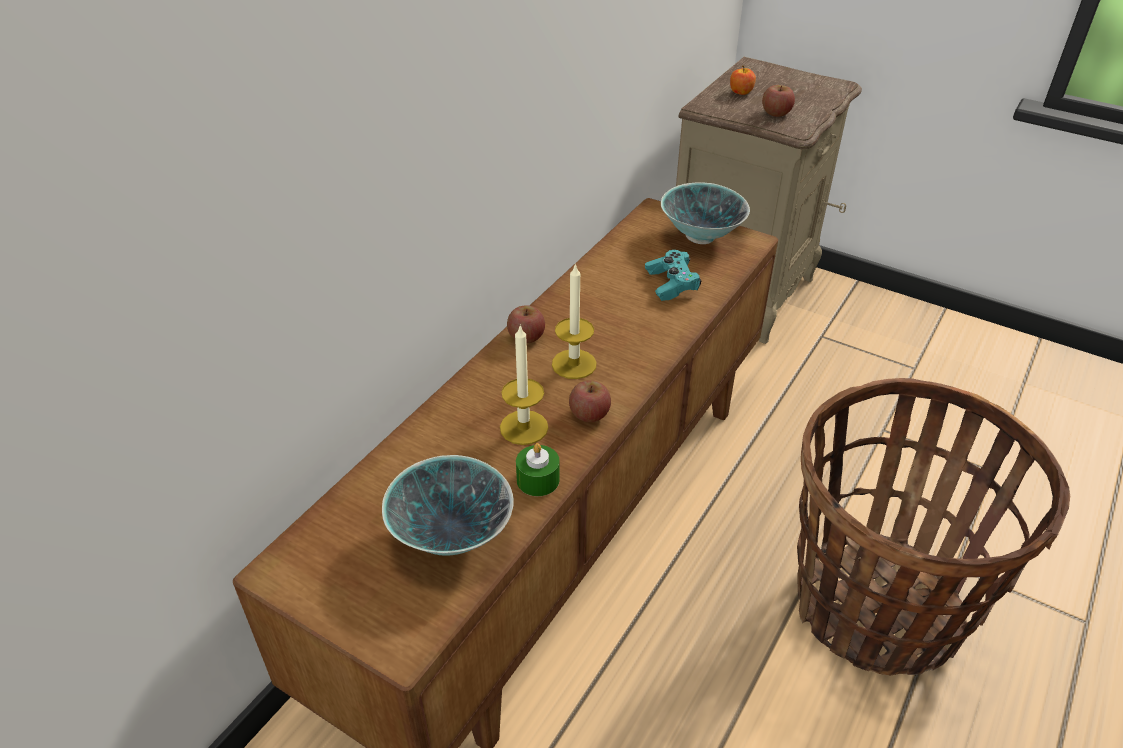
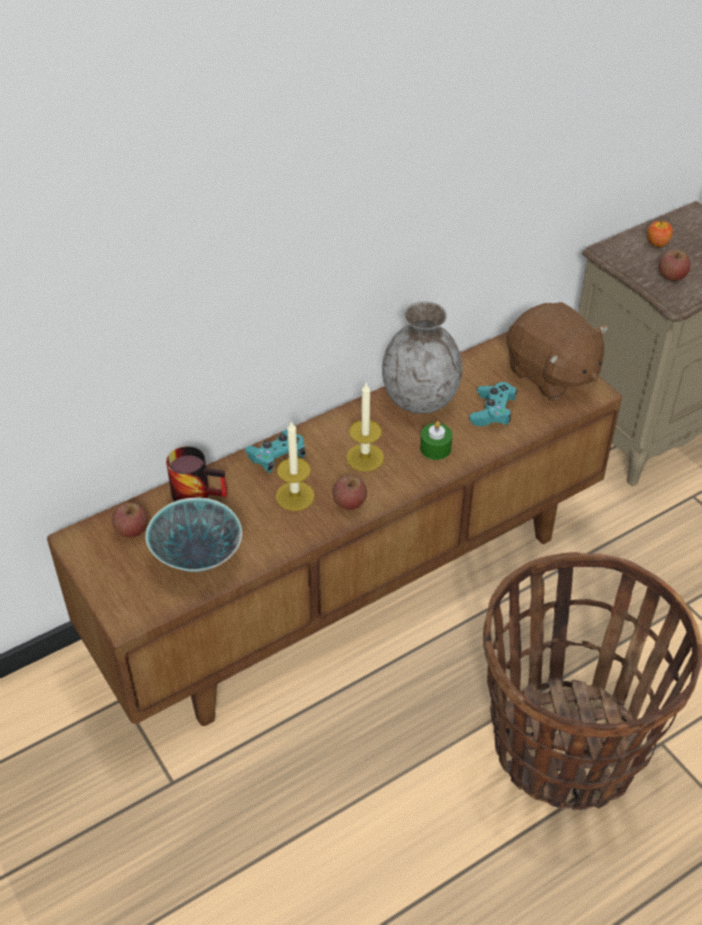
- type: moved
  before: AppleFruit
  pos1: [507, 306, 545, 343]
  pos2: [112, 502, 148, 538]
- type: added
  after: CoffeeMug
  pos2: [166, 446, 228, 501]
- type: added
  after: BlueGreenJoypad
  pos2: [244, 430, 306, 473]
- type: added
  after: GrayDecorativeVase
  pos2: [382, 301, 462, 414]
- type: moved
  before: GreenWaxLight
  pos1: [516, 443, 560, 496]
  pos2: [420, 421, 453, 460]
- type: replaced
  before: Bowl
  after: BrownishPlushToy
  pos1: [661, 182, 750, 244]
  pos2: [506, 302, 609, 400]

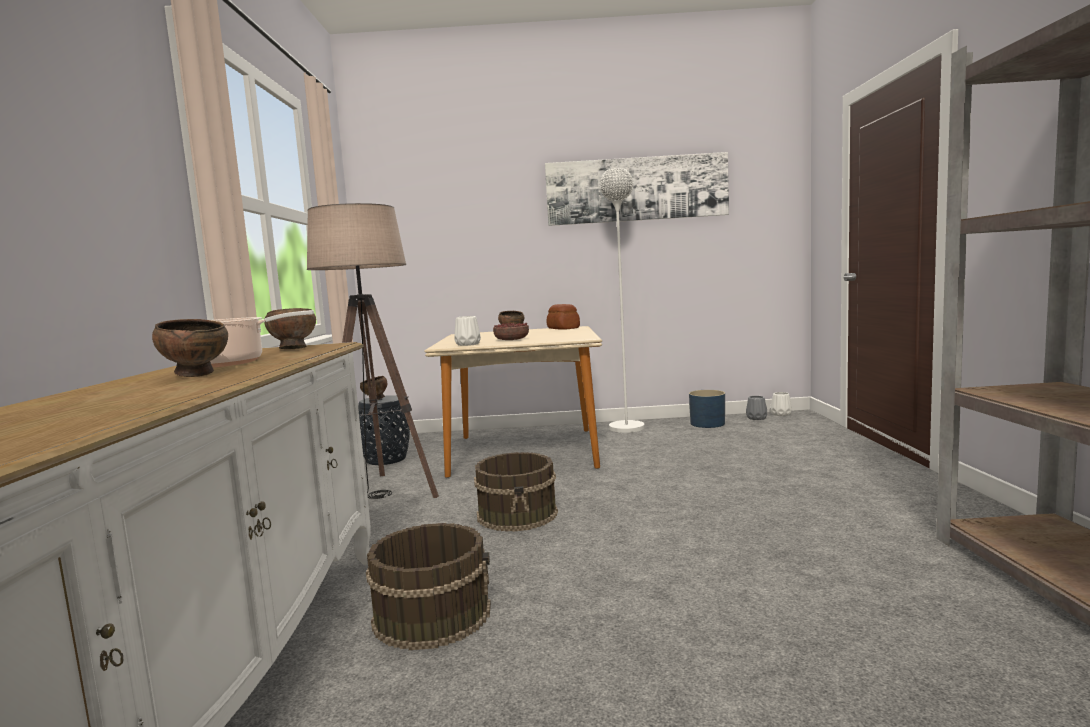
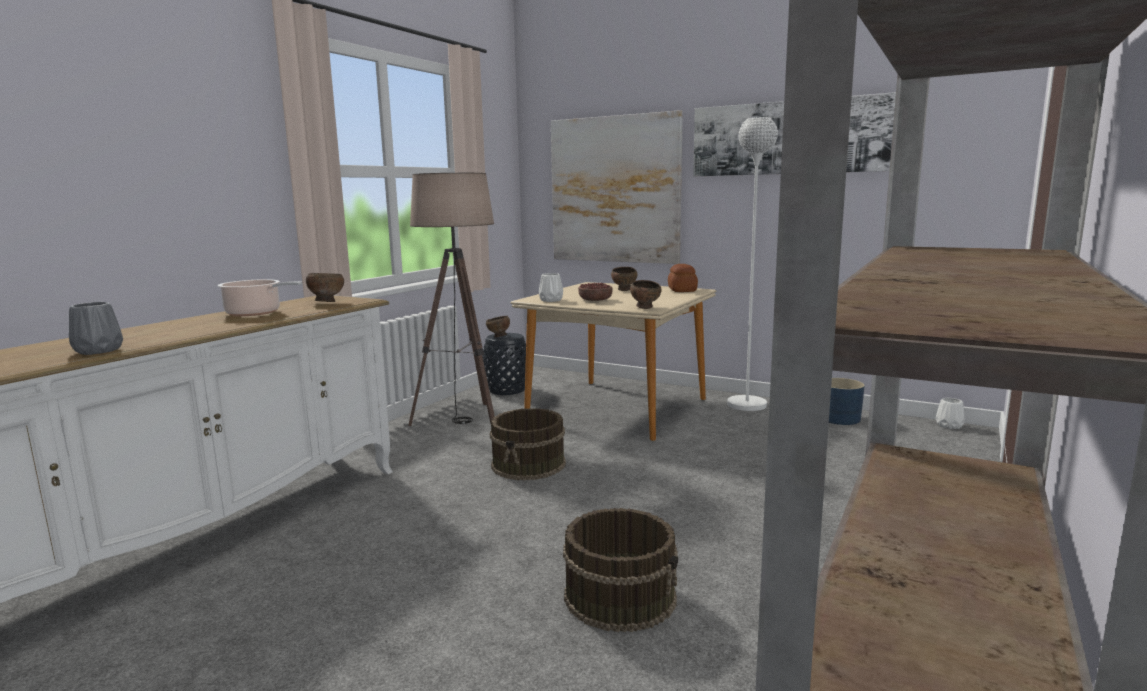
- type: moved
  before: GrayDecorativeVase
  pos1: [746, 396, 767, 420]
  pos2: [69, 302, 123, 355]
- type: added
  after: Picture
  pos2: [551, 110, 683, 264]
- type: moved
  before: BrownishPail
  pos1: [366, 523, 491, 650]
  pos2: [563, 508, 678, 632]
- type: moved
  before: BrownishBowl
  pos1: [152, 319, 228, 377]
  pos2: [630, 280, 662, 309]

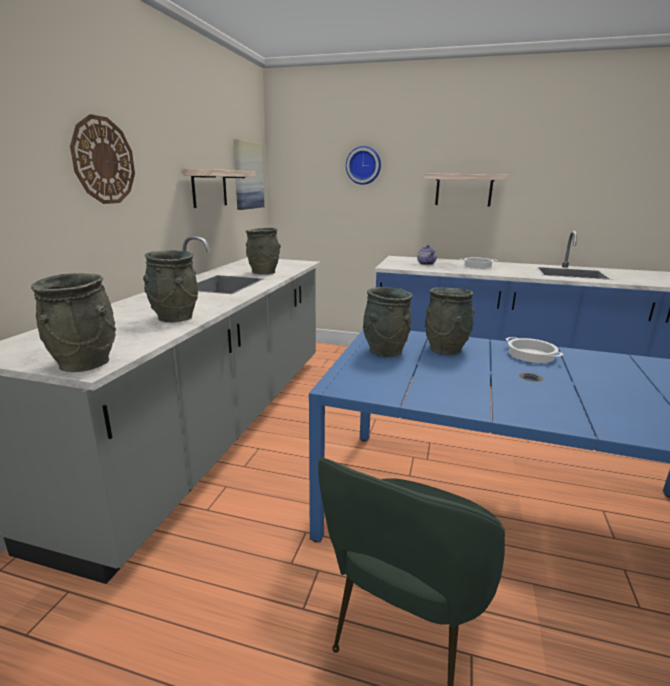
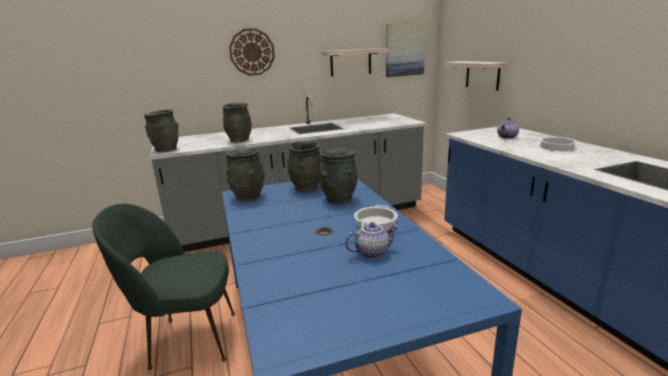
- type: moved
  before: GrayDecorativeVase
  pos1: [246, 228, 281, 275]
  pos2: [225, 149, 265, 201]
- type: added
  after: TeaPot
  pos2: [345, 222, 398, 259]
- type: moved
  before: Shelf
  pos1: [424, 173, 508, 207]
  pos2: [444, 61, 509, 91]
- type: removed
  before: HangingClock
  pos1: [346, 146, 381, 185]

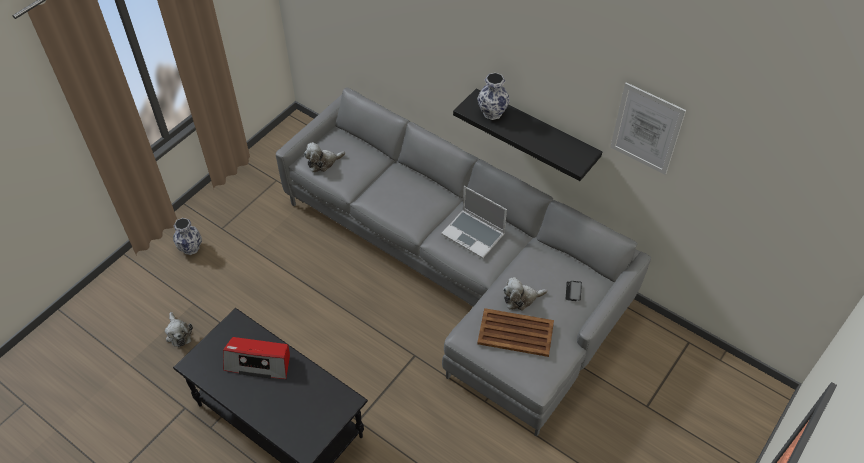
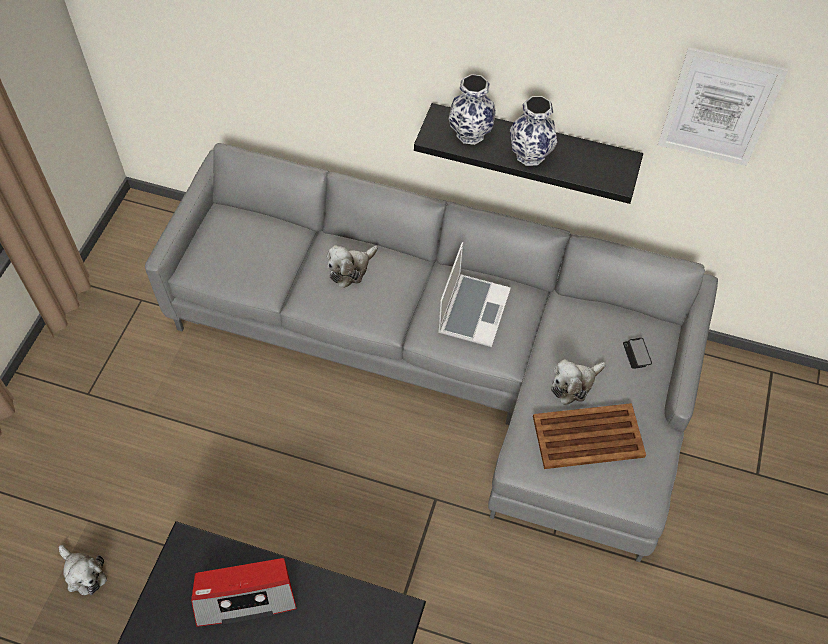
- type: moved
  before: PlushToy
  pos1: [304, 142, 345, 172]
  pos2: [327, 245, 378, 288]
- type: turned
  before: NotebookComputer
  pos1: [441, 186, 507, 259]
  pos2: [438, 242, 511, 347]
  turn: -90
- type: moved
  before: DecorativeVase
  pos1: [173, 218, 202, 255]
  pos2: [510, 96, 557, 166]

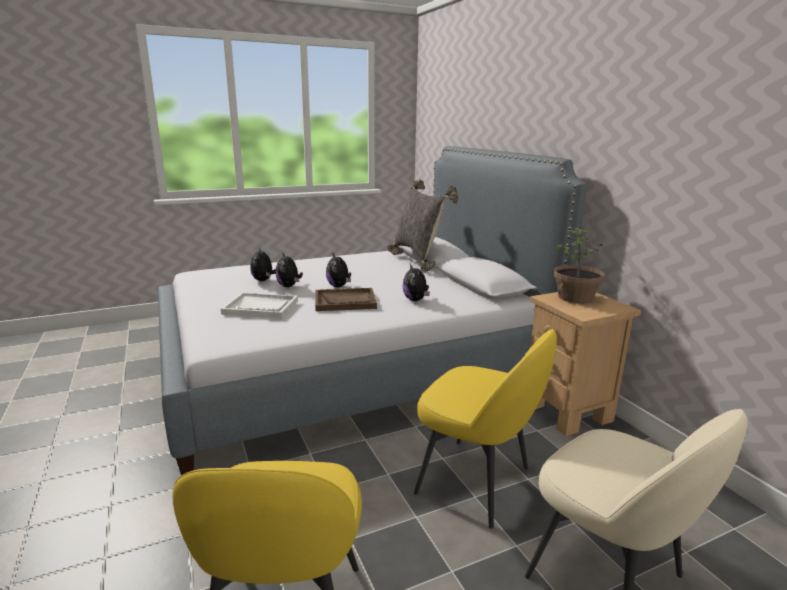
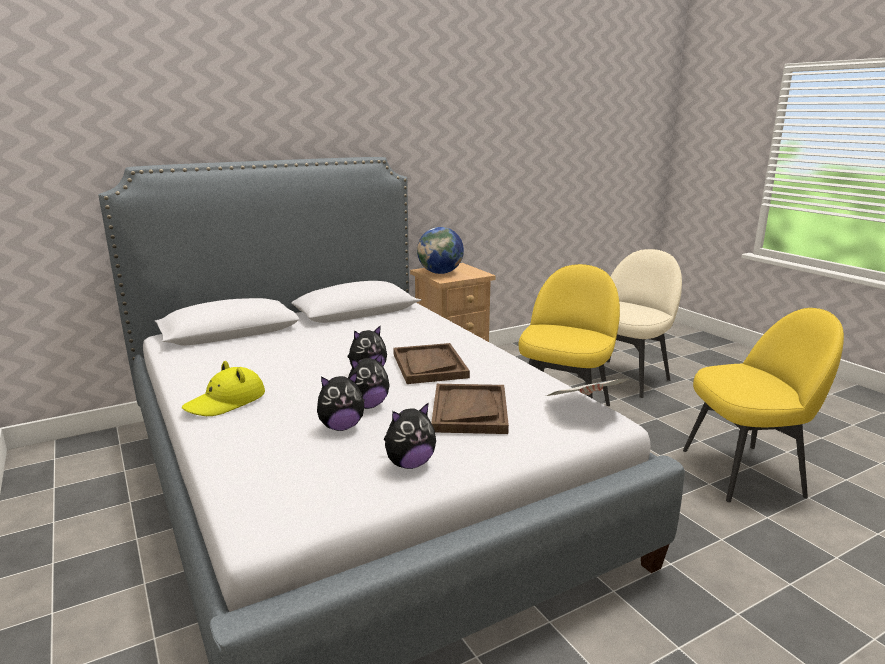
- type: added
  after: YellowColouredWearableHat
  pos2: [182, 361, 265, 416]
- type: moved
  before: PlushToy
  pos1: [403, 264, 430, 301]
  pos2: [384, 402, 436, 469]
- type: replaced
  before: Houseplant
  after: Globe
  pos1: [554, 228, 605, 303]
  pos2: [417, 227, 464, 274]
- type: recoloured
  before: WhiteCarryingTray
  after: BrownishCarryingTray
  pos1: [221, 292, 298, 319]
  pos2: [431, 384, 509, 434]
- type: added
  after: DailyPaper
  pos2: [548, 379, 628, 396]
- type: removed
  before: ThrowPillow
  pos1: [388, 179, 459, 273]

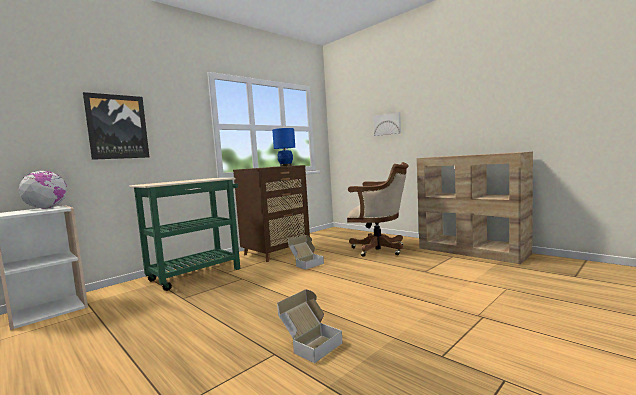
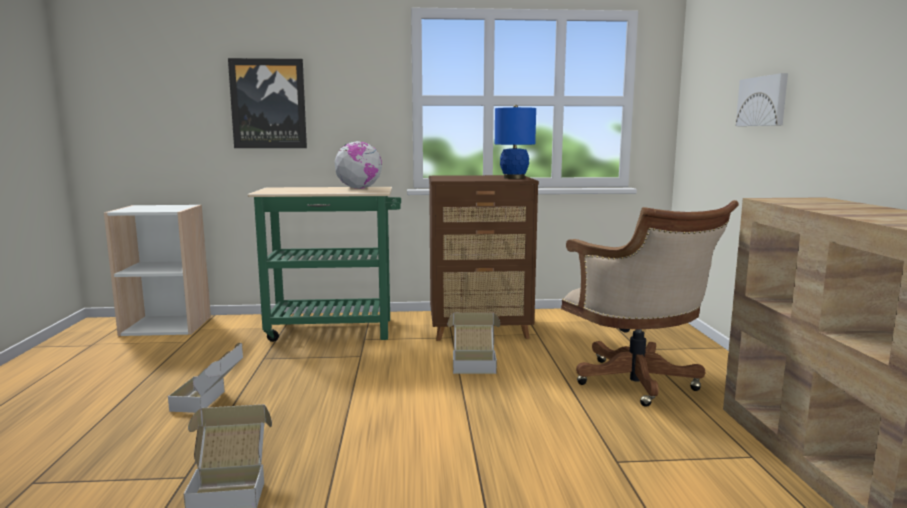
- type: added
  after: Carton
  pos2: [168, 343, 243, 413]
- type: moved
  before: Globe
  pos1: [19, 171, 67, 208]
  pos2: [334, 141, 382, 189]

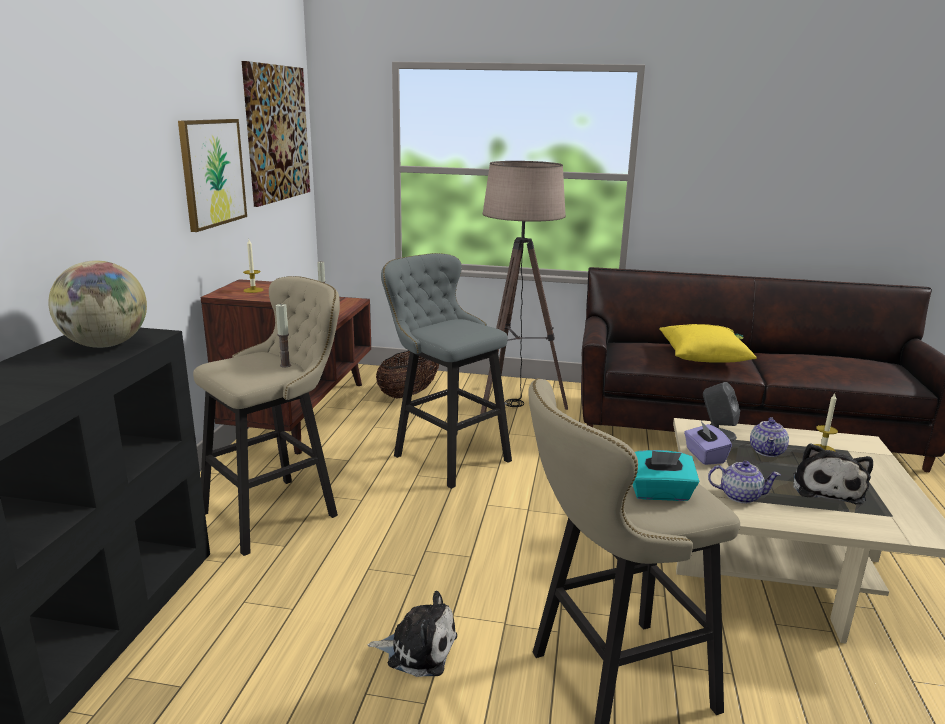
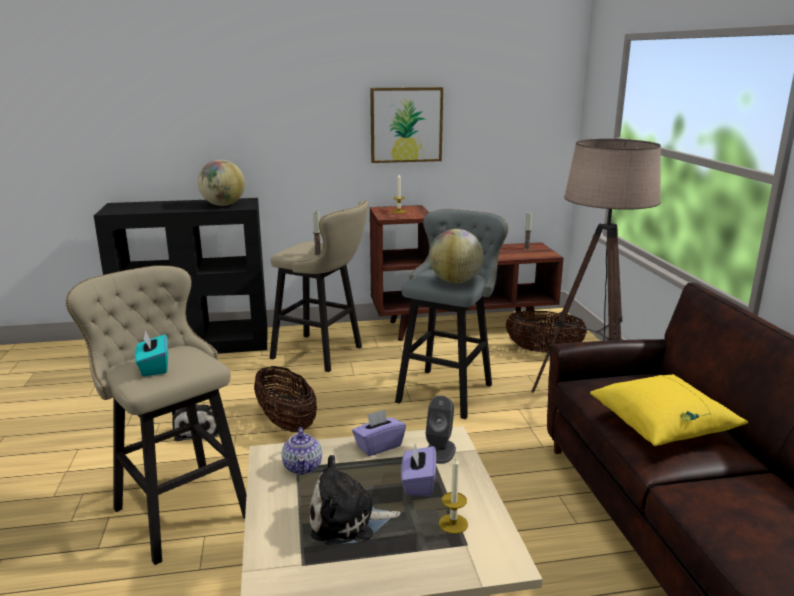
- type: added
  after: Basket
  pos2: [254, 366, 317, 432]
- type: replaced
  before: TeaPot
  after: PurpleTissueBox
  pos1: [750, 417, 789, 457]
  pos2: [401, 444, 436, 496]
- type: added
  after: Globe
  pos2: [429, 229, 484, 283]
- type: removed
  before: Picture
  pos1: [242, 61, 310, 207]

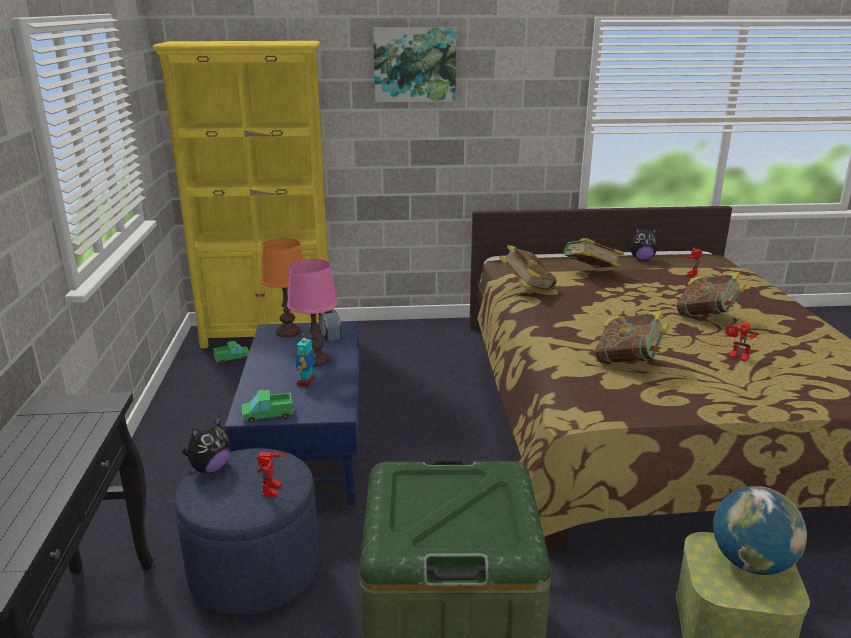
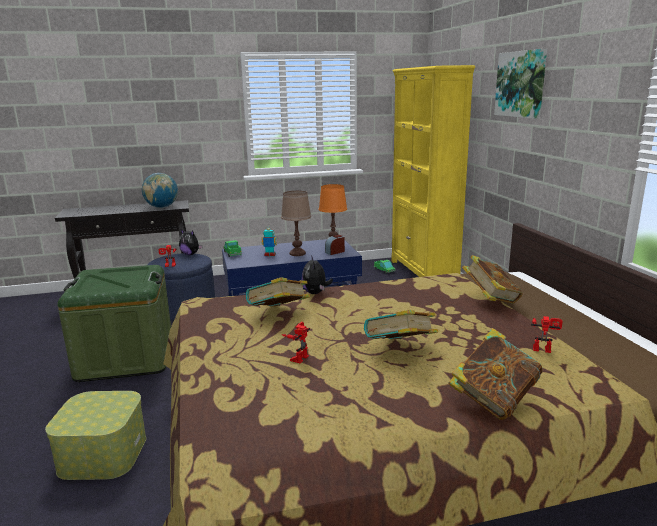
- type: moved
  before: Globe
  pos1: [713, 486, 807, 575]
  pos2: [142, 173, 178, 208]
- type: recoloured
  before: PinkishTableLamp
  after: BrownishTableLamp
  pos1: [287, 259, 338, 367]
  pos2: [281, 191, 311, 256]
- type: moved
  before: PlushToy
  pos1: [630, 227, 658, 260]
  pos2: [302, 255, 333, 294]
- type: moved
  before: BoundBook
  pos1: [499, 245, 557, 291]
  pos2: [448, 328, 543, 420]

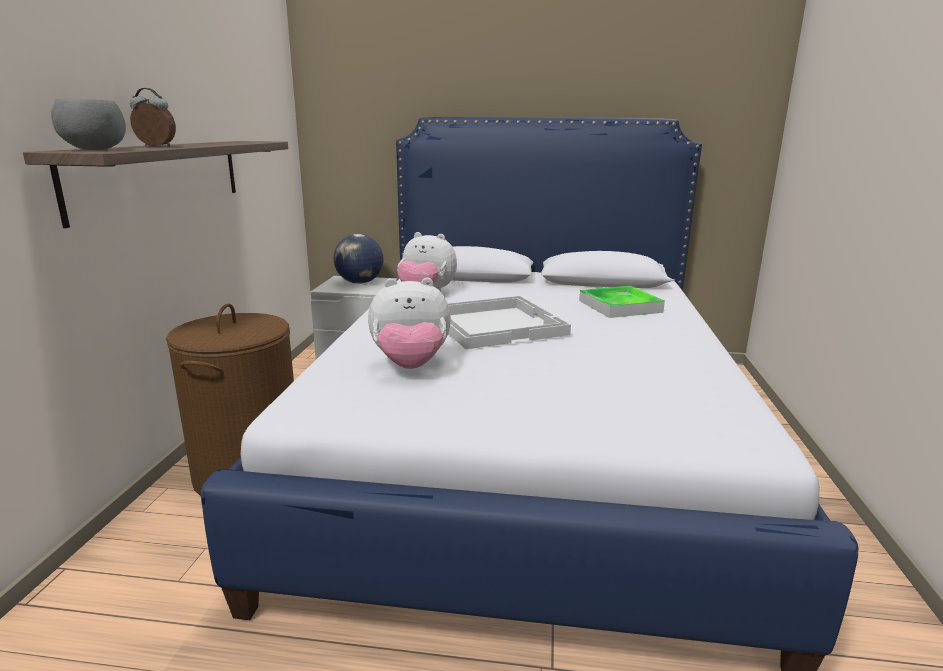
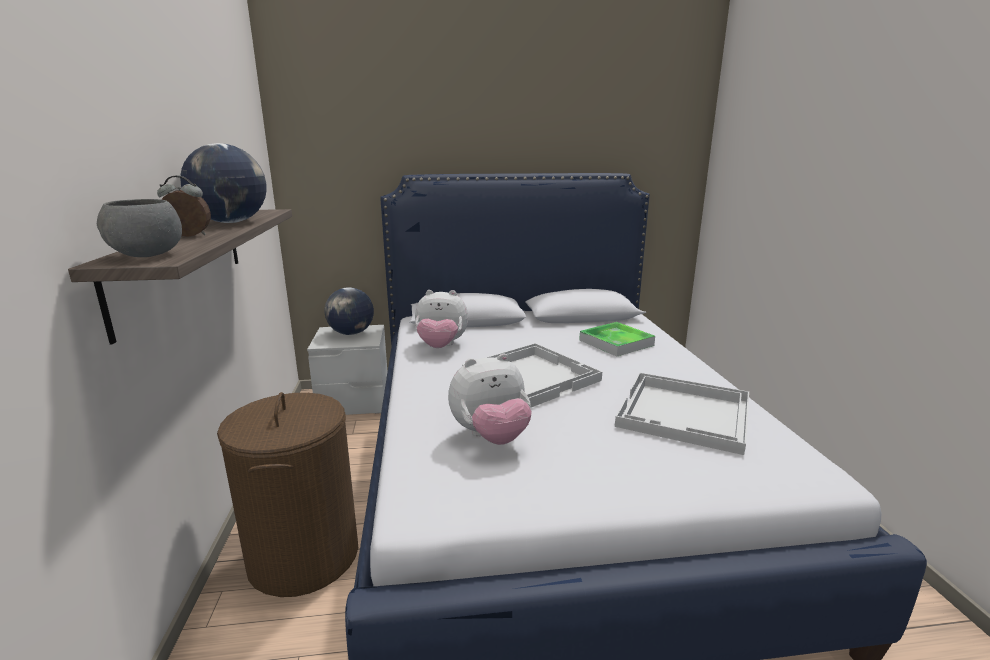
- type: added
  after: Globe
  pos2: [180, 143, 267, 223]
- type: added
  after: WhiteCarryingTray
  pos2: [615, 372, 749, 455]

